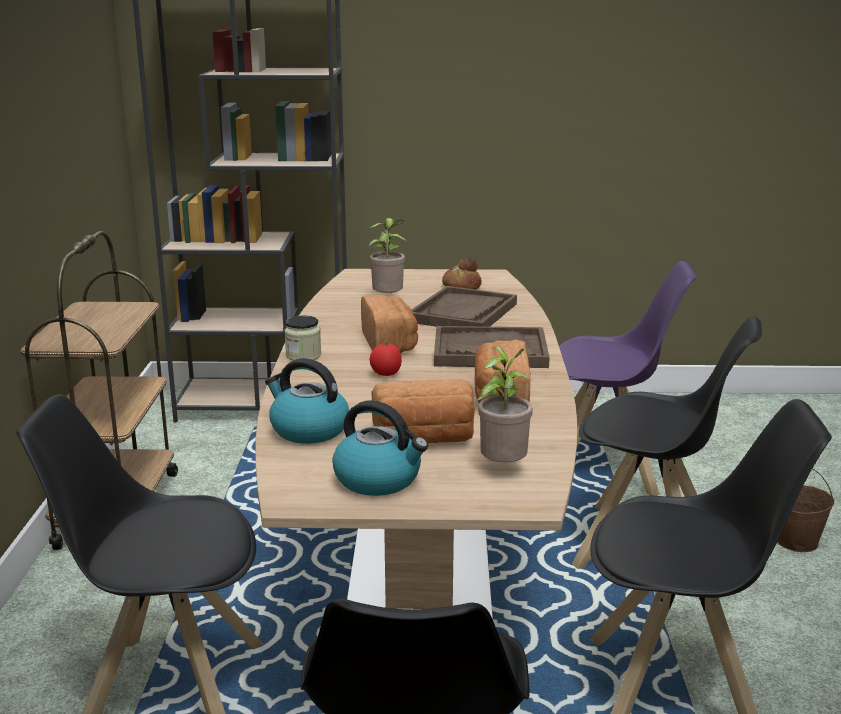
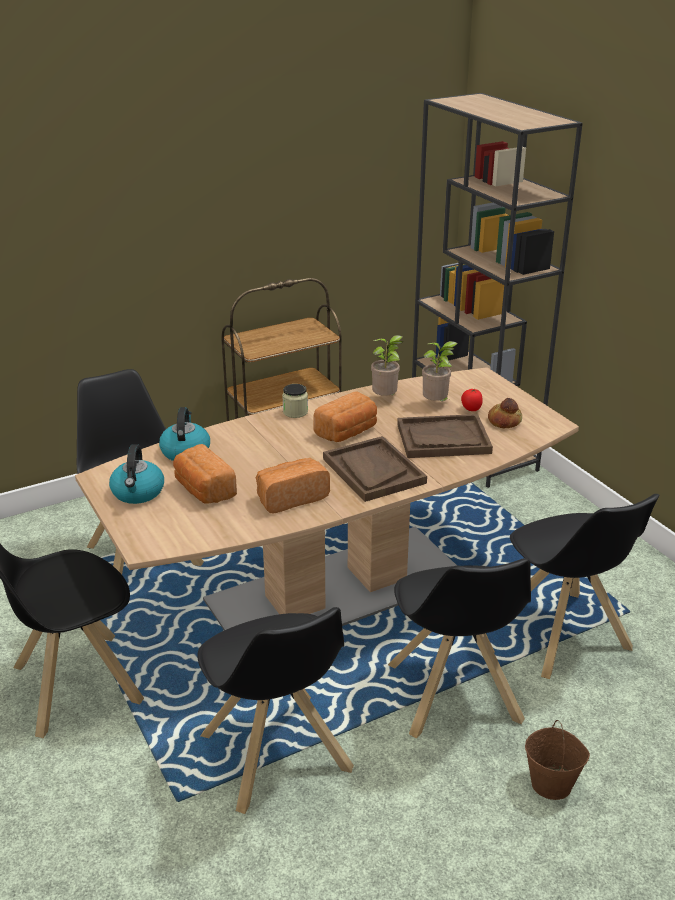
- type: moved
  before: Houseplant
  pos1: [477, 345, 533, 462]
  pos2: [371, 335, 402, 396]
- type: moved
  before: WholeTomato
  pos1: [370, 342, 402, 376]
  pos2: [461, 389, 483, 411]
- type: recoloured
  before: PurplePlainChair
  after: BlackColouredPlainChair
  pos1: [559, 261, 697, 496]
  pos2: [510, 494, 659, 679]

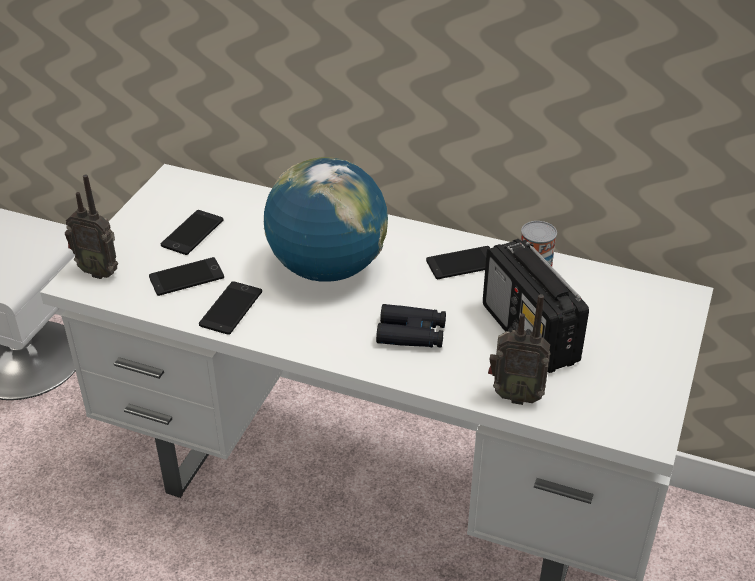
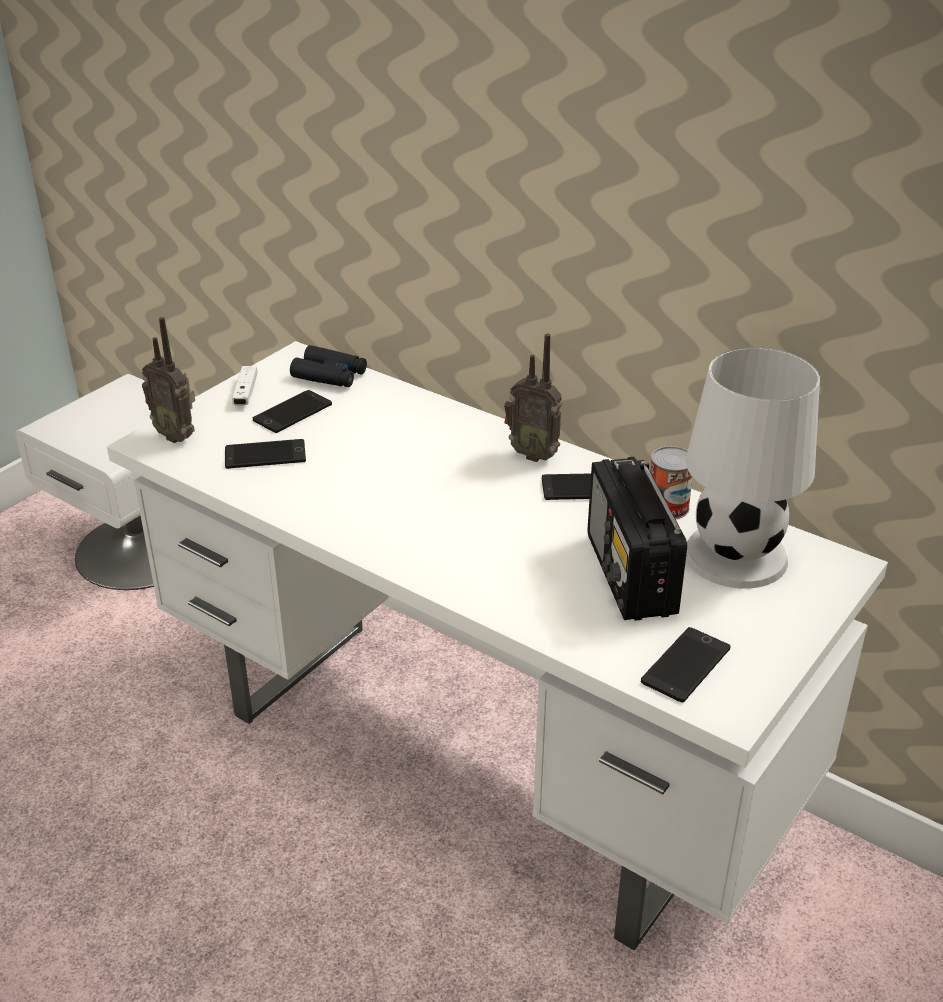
- type: added
  after: WhiteJoypad
  pos2: [232, 366, 257, 406]
- type: moved
  before: BlackColouredBinoculars
  pos1: [376, 304, 446, 347]
  pos2: [290, 345, 367, 387]
- type: moved
  before: RadioReceiver
  pos1: [488, 294, 551, 405]
  pos2: [504, 334, 562, 462]
- type: moved
  before: Telephone
  pos1: [199, 281, 262, 335]
  pos2: [641, 627, 731, 702]
- type: added
  after: WhiteTableLamp
  pos2: [686, 347, 820, 589]
- type: removed
  before: Globe
  pos1: [264, 157, 388, 282]

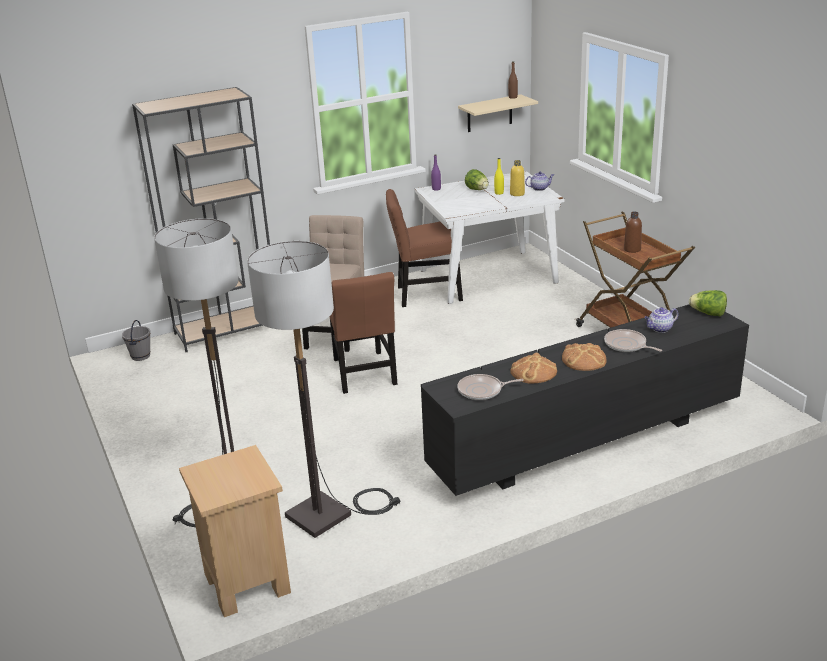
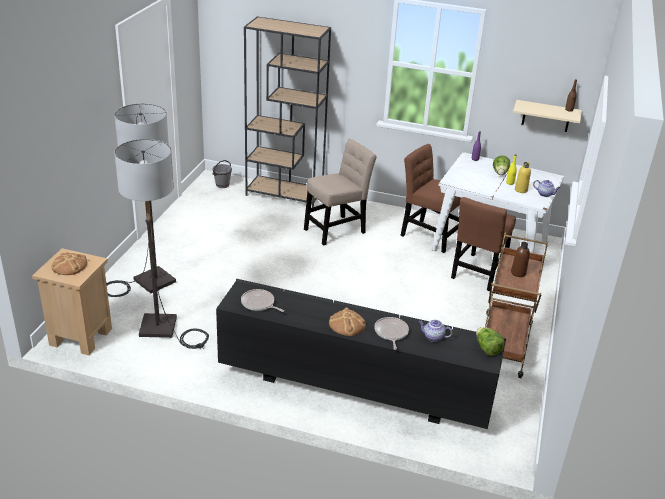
- type: moved
  before: BakeryBread
  pos1: [510, 353, 557, 383]
  pos2: [52, 252, 87, 275]
- type: moved
  before: BrownishPlainChair
  pos1: [330, 272, 397, 394]
  pos2: [451, 197, 516, 291]

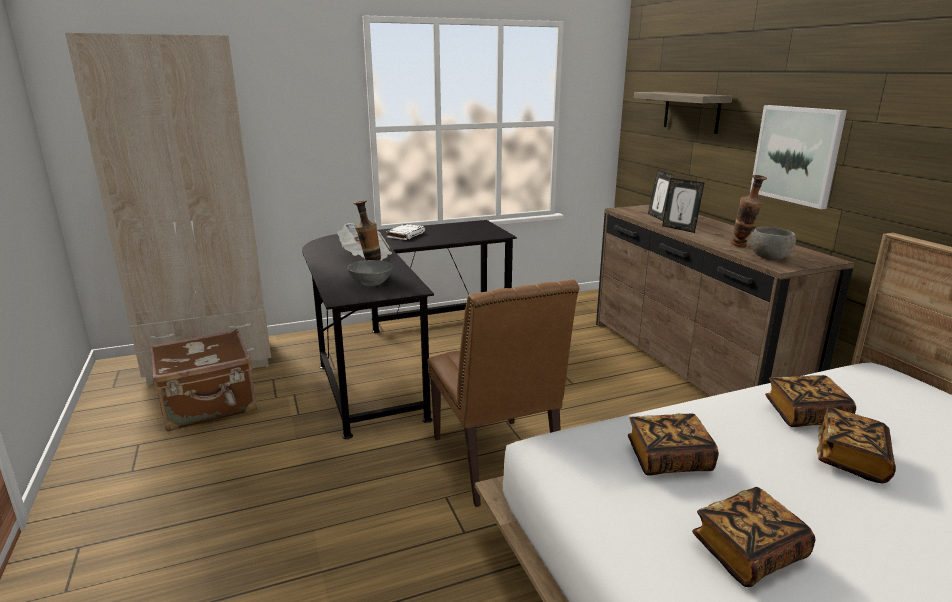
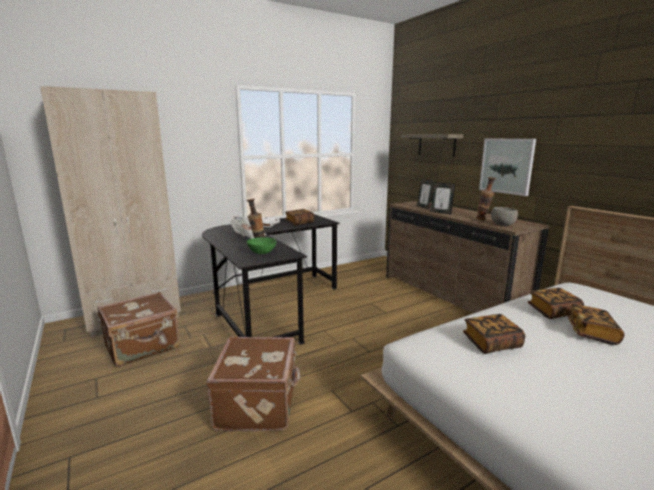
- type: added
  after: BrownishSuitcase
  pos2: [206, 336, 301, 431]
- type: recoloured
  before: GrayBowl
  after: GreenBowl
  pos1: [348, 260, 393, 287]
  pos2: [247, 237, 277, 254]
- type: moved
  before: BoundBook
  pos1: [692, 487, 815, 587]
  pos2: [285, 209, 314, 225]
- type: removed
  before: BrownishPlainChair
  pos1: [427, 280, 579, 507]

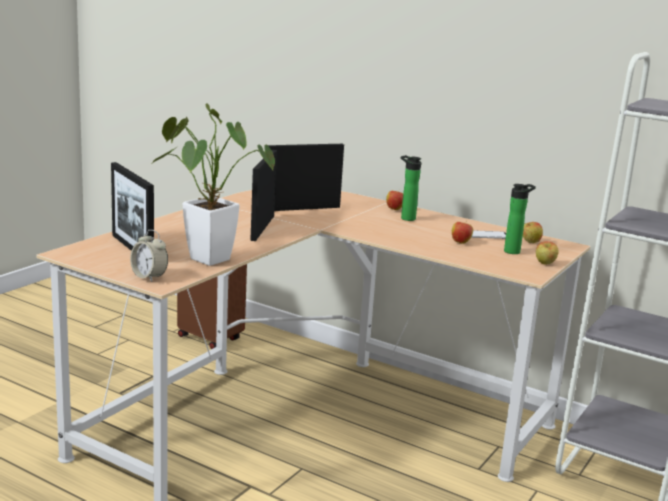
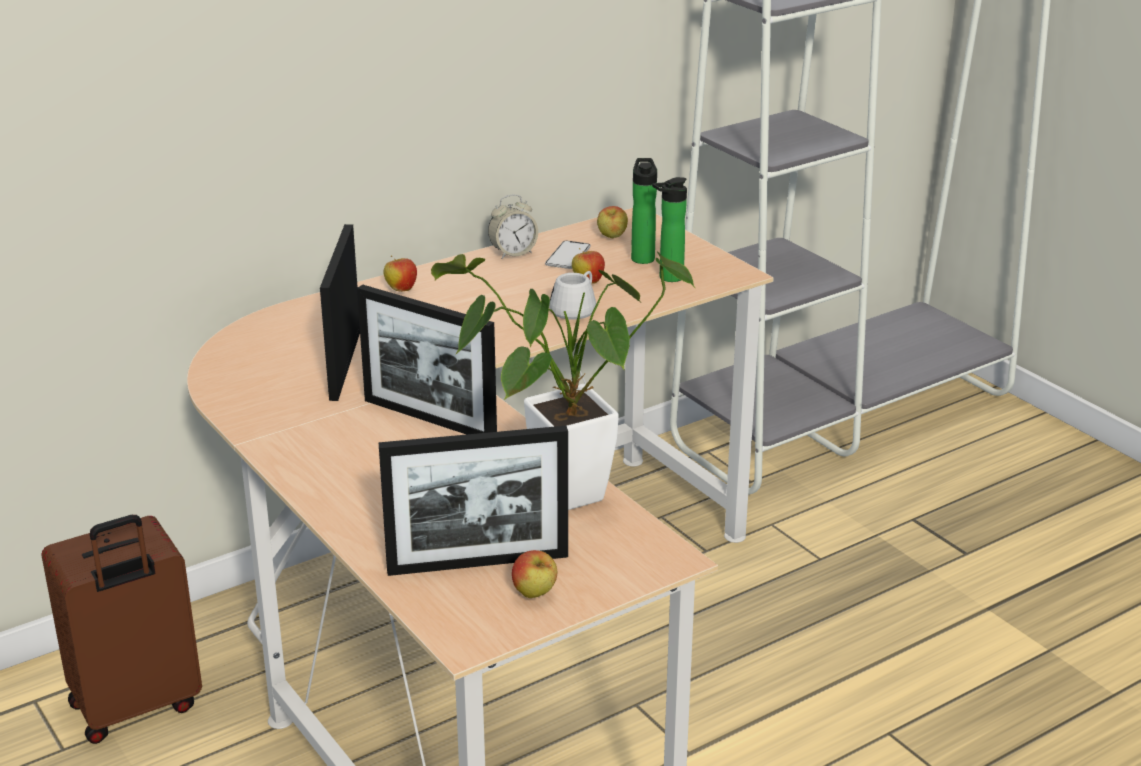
- type: moved
  before: TableClock
  pos1: [130, 230, 168, 282]
  pos2: [488, 195, 538, 259]
- type: moved
  before: AppleFruit
  pos1: [536, 241, 559, 265]
  pos2: [512, 550, 557, 598]
- type: added
  after: WhiteCoffeeMug
  pos2: [549, 271, 596, 320]
- type: moved
  before: DrinkBottle
  pos1: [401, 155, 421, 221]
  pos2: [652, 177, 687, 282]

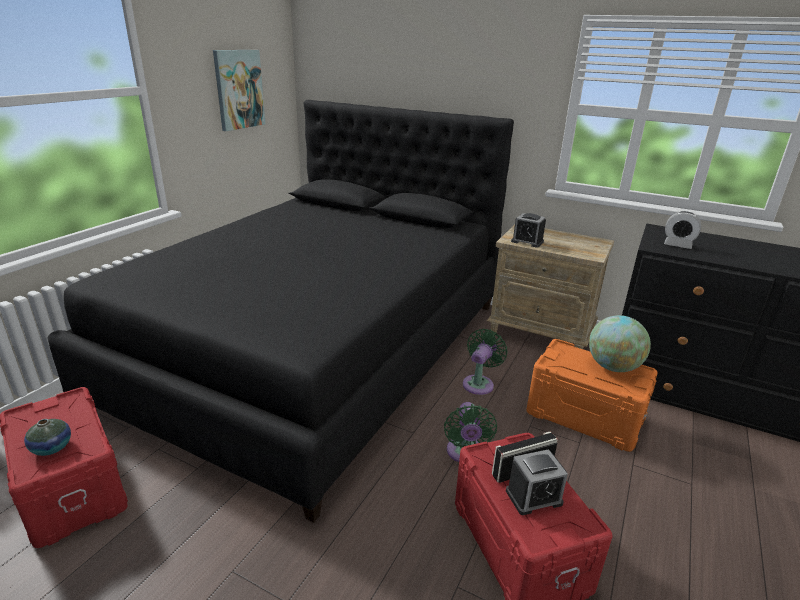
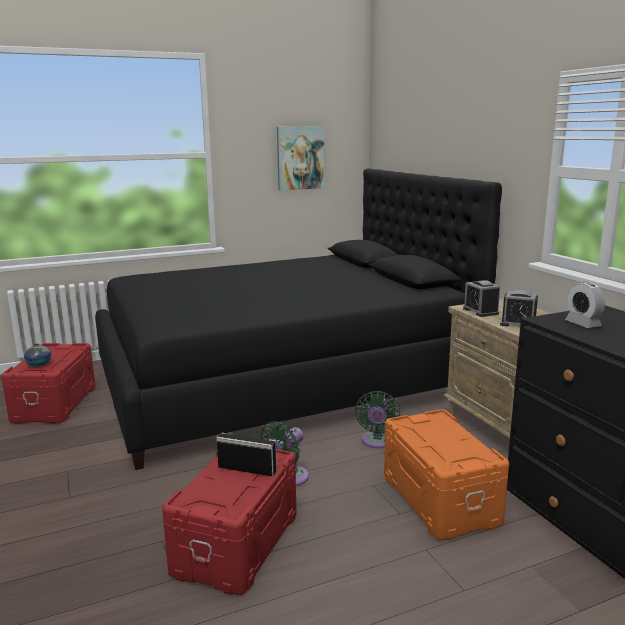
- type: turned
  before: GreenCoolingFan
  pos1: [463, 329, 508, 395]
  pos2: [355, 391, 400, 448]
  turn: 120
- type: moved
  before: TableClock
  pos1: [506, 449, 568, 515]
  pos2: [500, 290, 538, 327]
- type: removed
  before: Globe
  pos1: [589, 315, 651, 372]

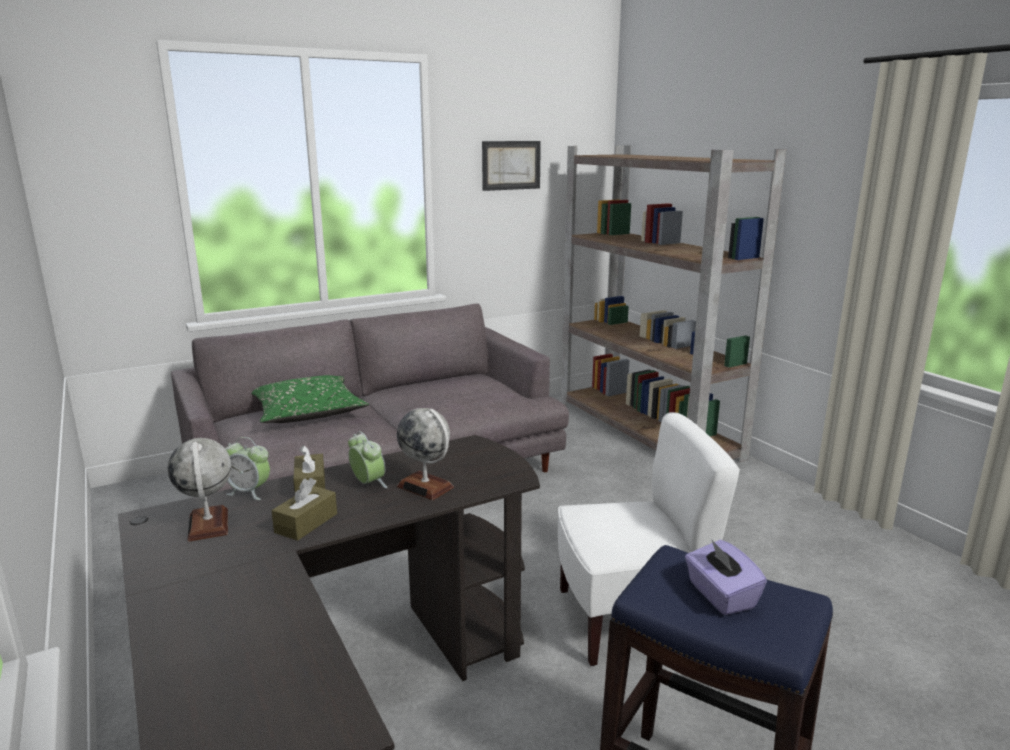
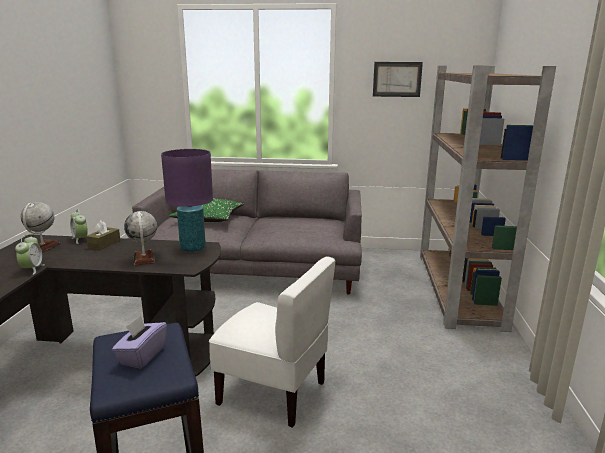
- type: moved
  before: TableClock
  pos1: [348, 431, 388, 488]
  pos2: [15, 235, 45, 274]
- type: added
  after: PurpleTableLamp
  pos2: [161, 149, 213, 252]
- type: removed
  before: BrownishTissueBox
  pos1: [272, 478, 337, 541]

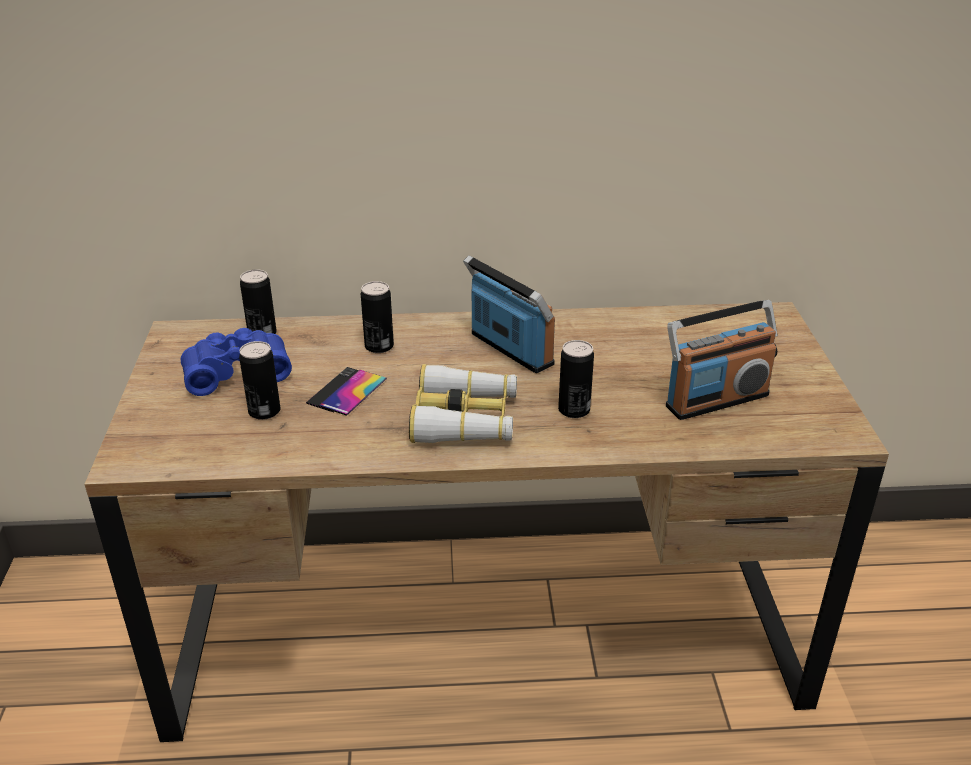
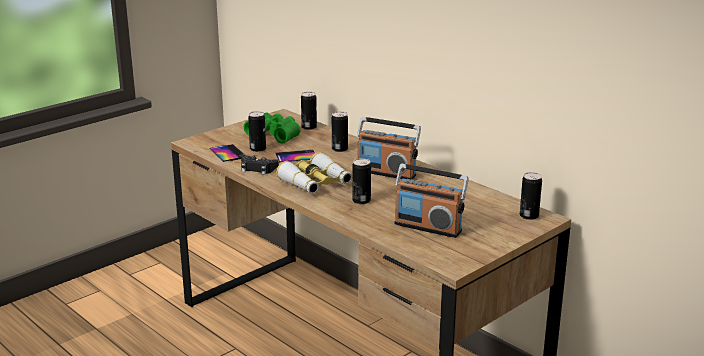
- type: added
  after: Telephone
  pos2: [209, 144, 246, 162]
- type: added
  after: BlackColouredJoypad
  pos2: [241, 155, 279, 175]
- type: recoloured
  before: BlueBinoculars
  after: GreenBinoculars
  pos1: [181, 328, 292, 396]
  pos2: [244, 112, 301, 144]
- type: turned
  before: RadioReceiver
  pos1: [463, 255, 555, 373]
  pos2: [357, 117, 421, 180]
  turn: 105
- type: added
  after: SealedCan
  pos2: [520, 172, 542, 220]

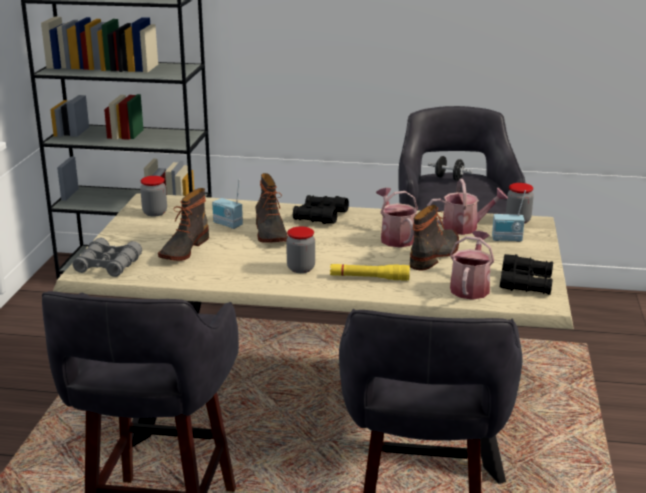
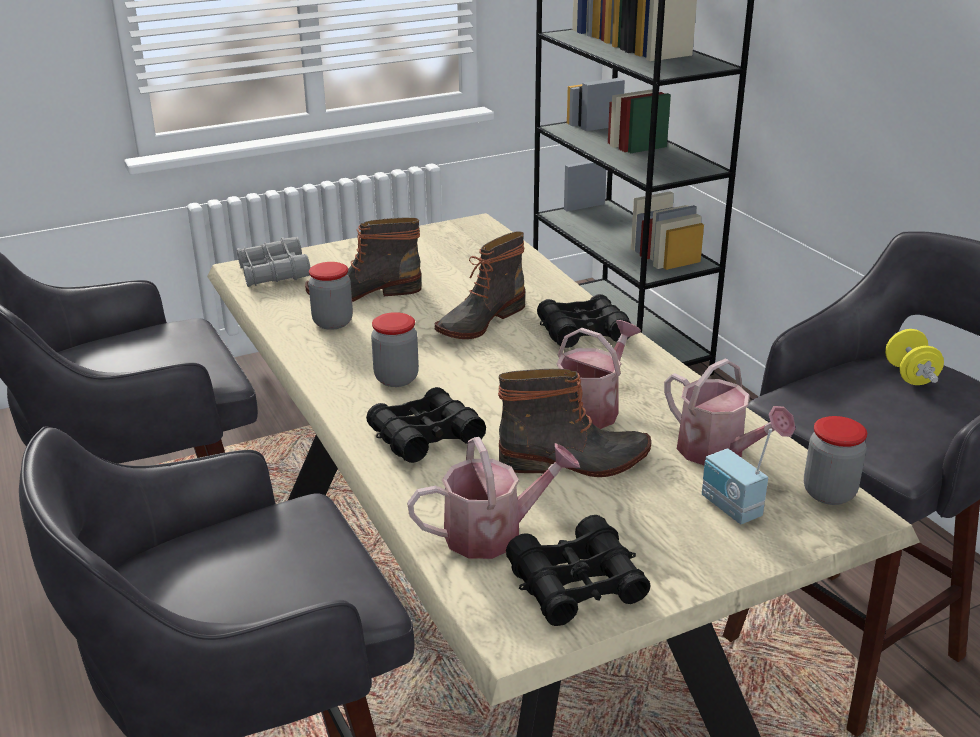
- type: moved
  before: PreserveJar
  pos1: [140, 176, 167, 217]
  pos2: [308, 262, 353, 330]
- type: replaced
  before: YellowColouredTorch
  after: BlackColouredBinoculars
  pos1: [330, 264, 410, 281]
  pos2: [366, 387, 486, 463]
- type: recoloured
  before: BlackColouredDumbbell
  after: YellowColouredDumbbell
  pos1: [428, 156, 473, 181]
  pos2: [885, 329, 944, 385]
- type: removed
  before: RadioReceiver
  pos1: [212, 179, 243, 229]

